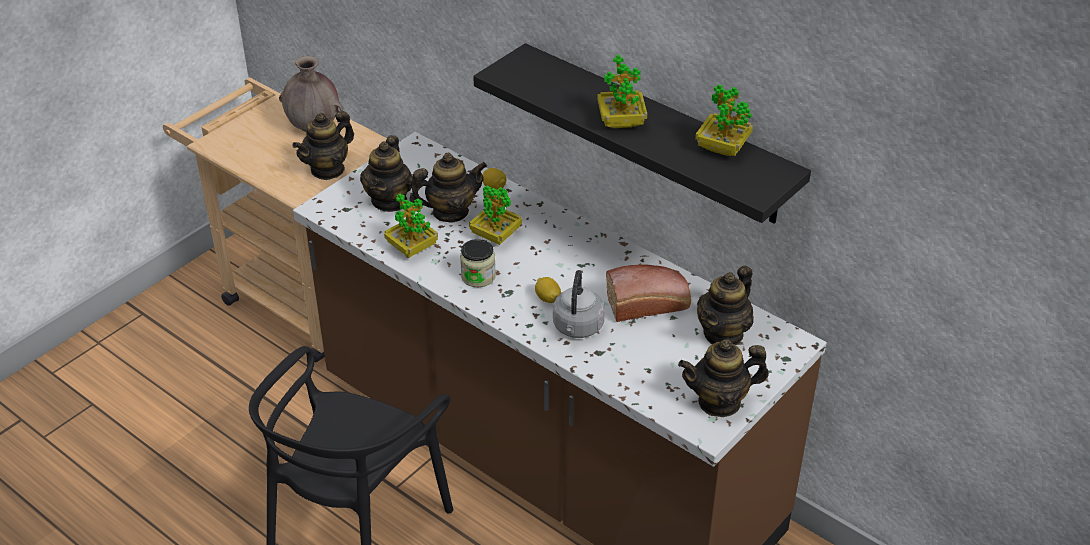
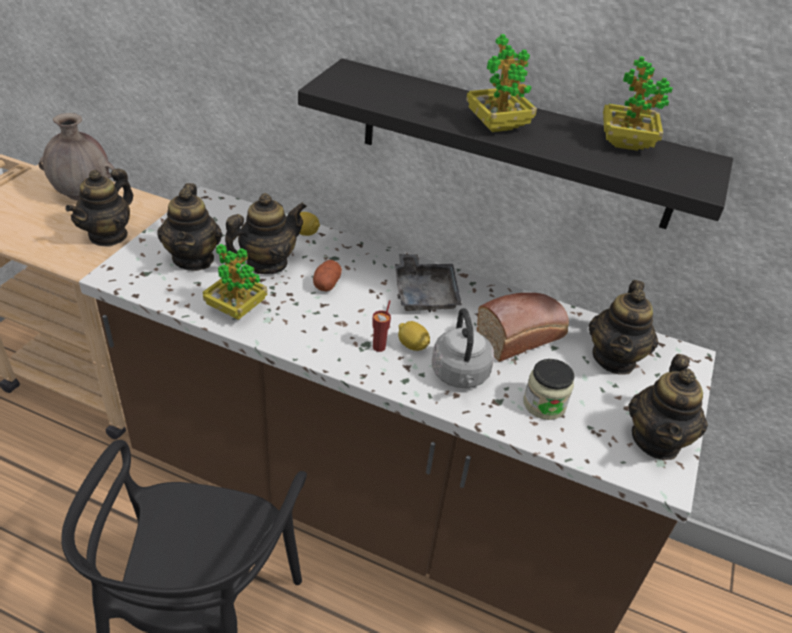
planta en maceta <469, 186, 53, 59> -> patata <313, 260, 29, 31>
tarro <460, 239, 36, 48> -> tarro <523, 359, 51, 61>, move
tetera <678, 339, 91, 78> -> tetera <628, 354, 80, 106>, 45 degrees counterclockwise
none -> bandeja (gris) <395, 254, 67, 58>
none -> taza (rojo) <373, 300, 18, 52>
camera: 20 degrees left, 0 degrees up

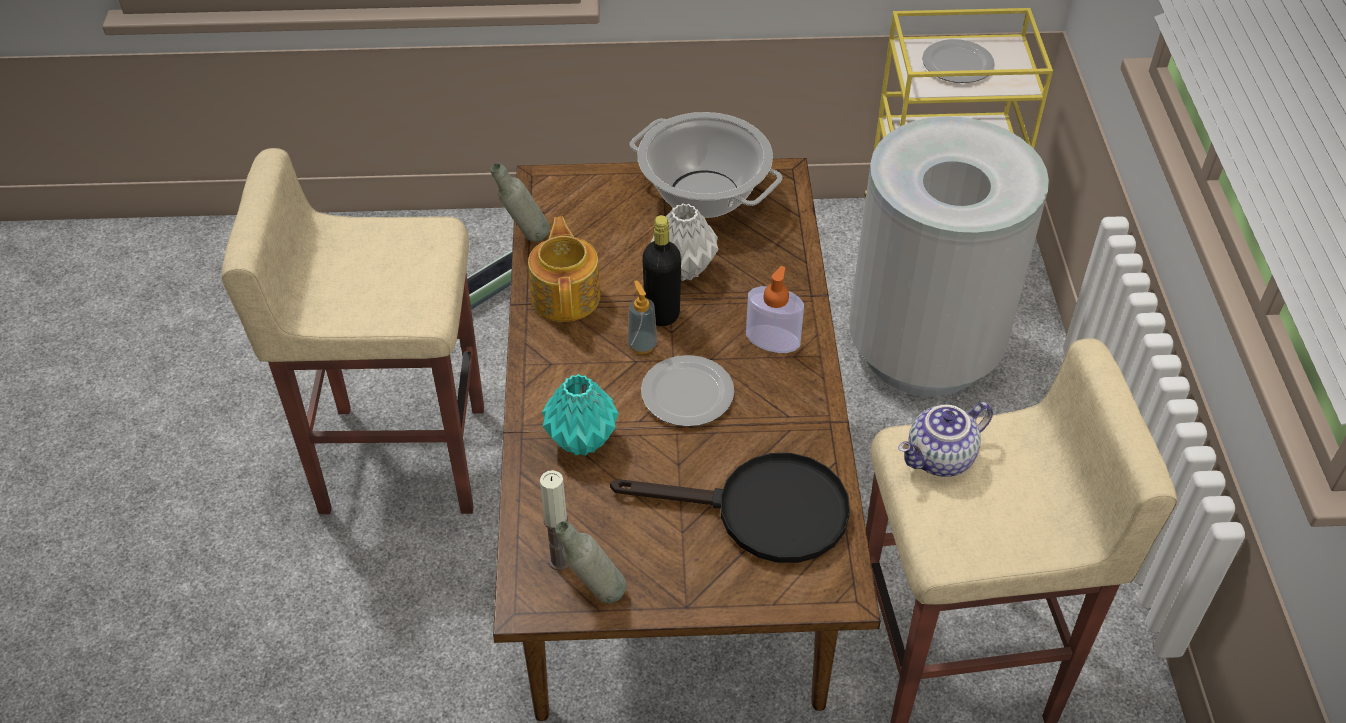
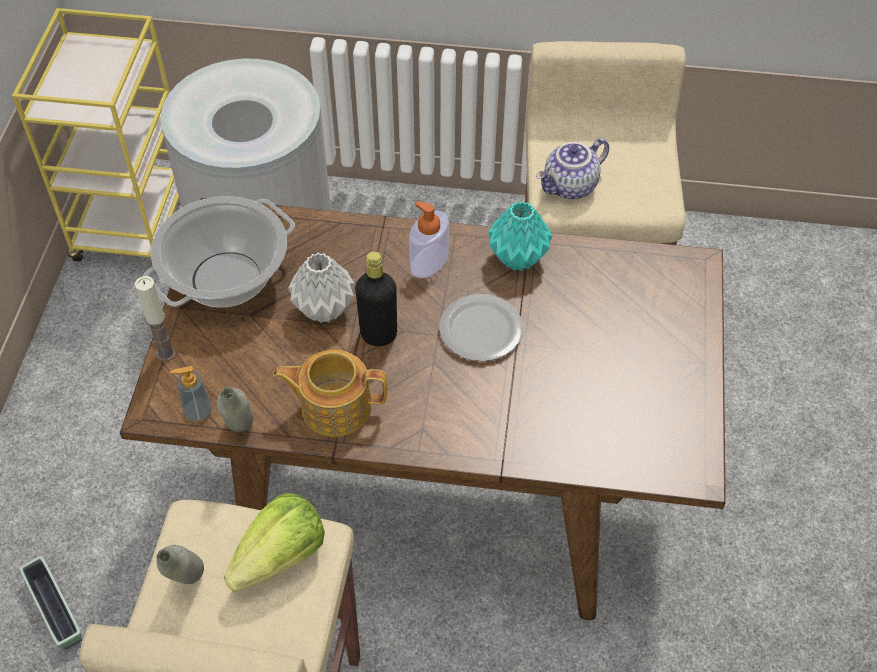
plato <922, 39, 73, 44> -> none
dispensador de jabón <627, 280, 30, 74> -> dispensador de jabón <170, 366, 43, 57>, move
florero (turquesa) <542, 374, 77, 82> -> florero (turquesa) <488, 201, 64, 70>, move
tetera <898, 402, 95, 75> -> tetera <536, 138, 73, 61>, 75 degrees clockwise
sartén (negro) <610, 453, 240, 110> -> none
vela <540, 470, 29, 100> -> vela <135, 276, 41, 86>, move
botella (gris) <555, 521, 71, 83> -> botella (gris) <156, 545, 48, 39>, move
none -> lechuga <224, 493, 101, 100>
camera: 80 degrees left, 5 degrees up

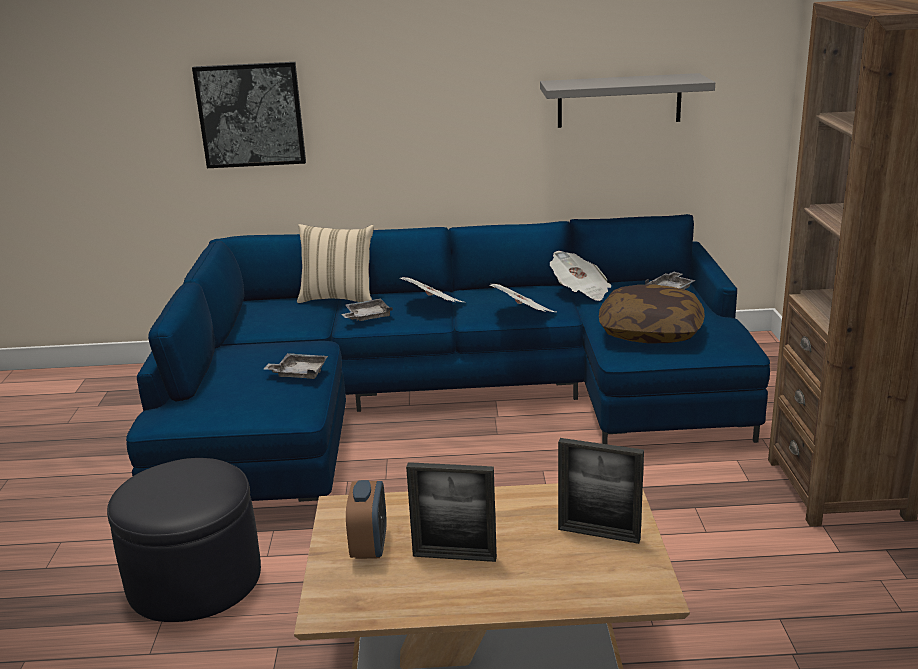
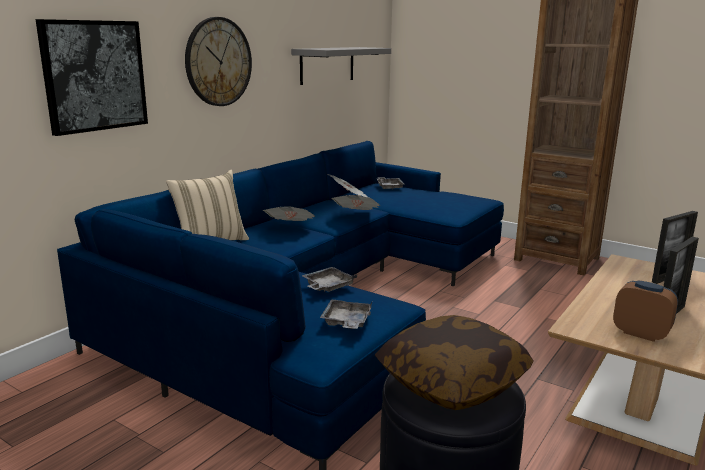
cojín <599, 285, 106, 59> -> cojín <375, 315, 159, 95>, move
bandeja (gris) <342, 299, 51, 22> -> bandeja (gris) <320, 299, 52, 30>, move
none -> reloj de pared <185, 17, 67, 89>
camera: 55 degrees left, 5 degrees down

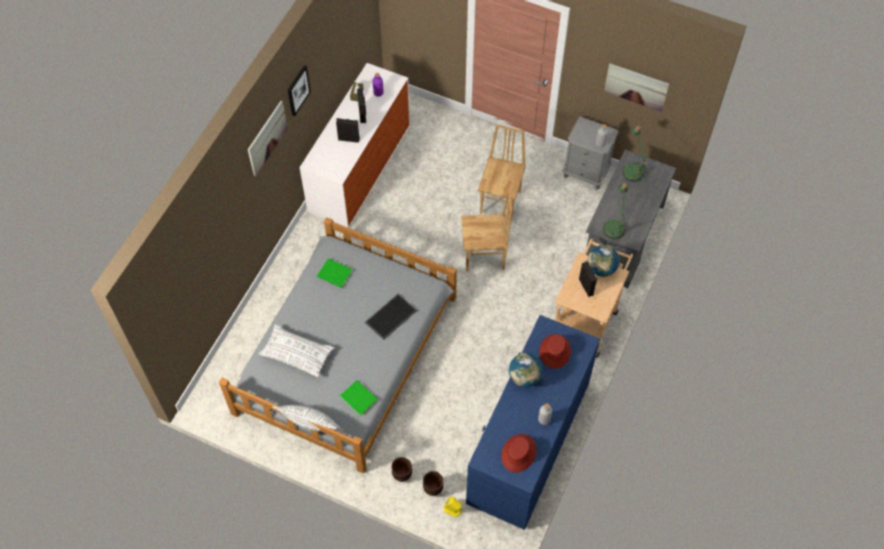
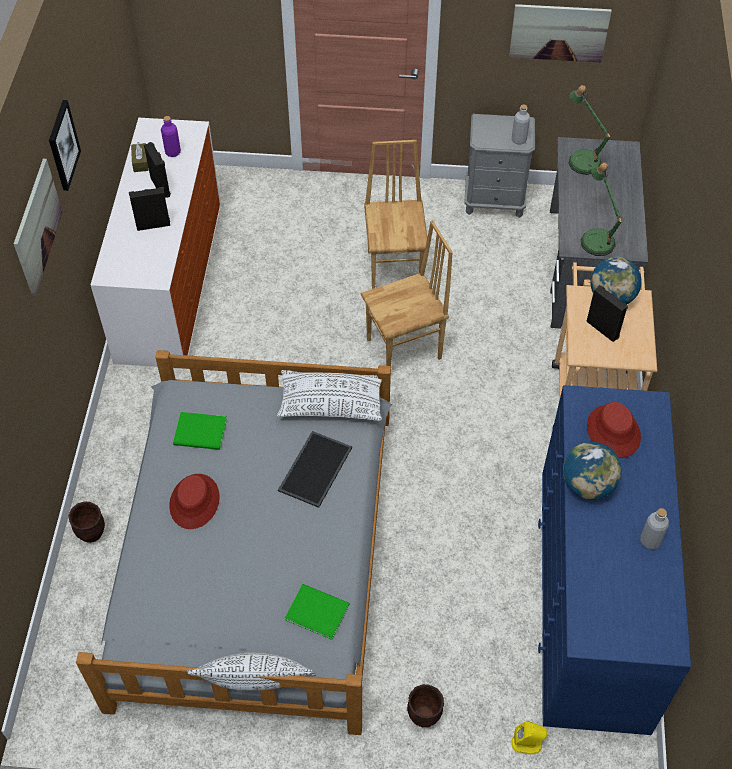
cojín (blanco) <259, 325, 75, 53> -> cojín (blanco) <277, 370, 105, 51>, move
sombrero (rojo) <501, 434, 35, 38> -> sombrero (rojo) <169, 474, 51, 55>, move
maceta (marrón) <423, 471, 21, 25> -> maceta (marrón) <68, 501, 37, 42>, move
camera: 20 degrees left, 5 degrees down

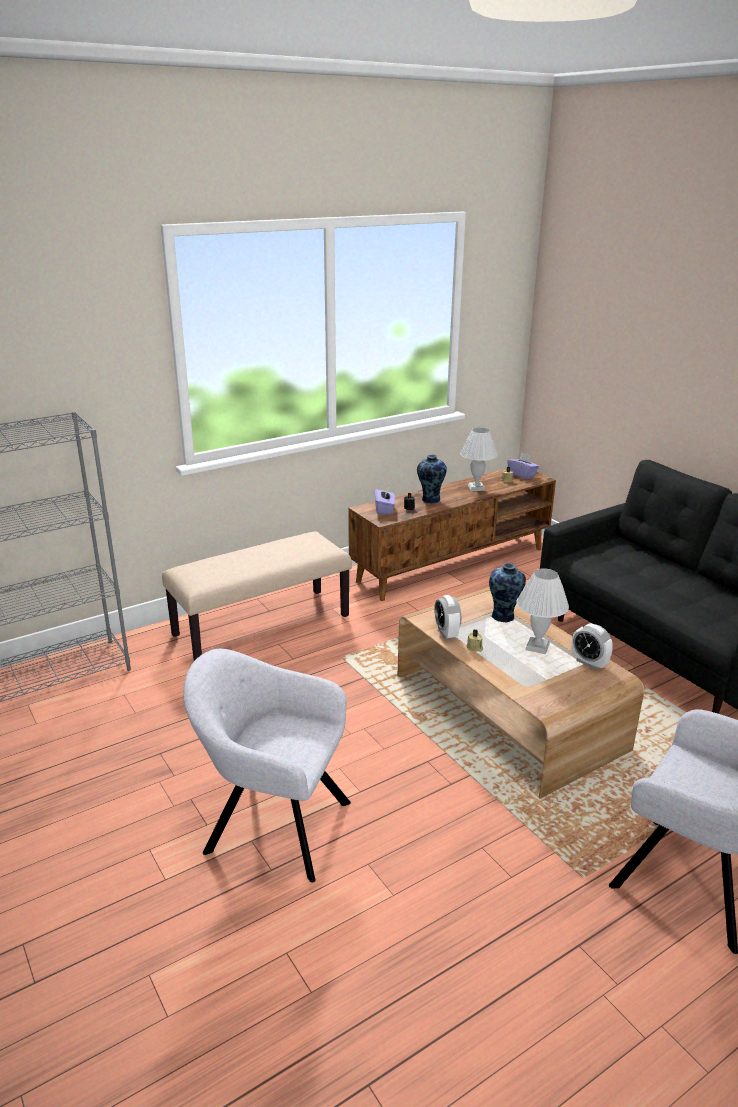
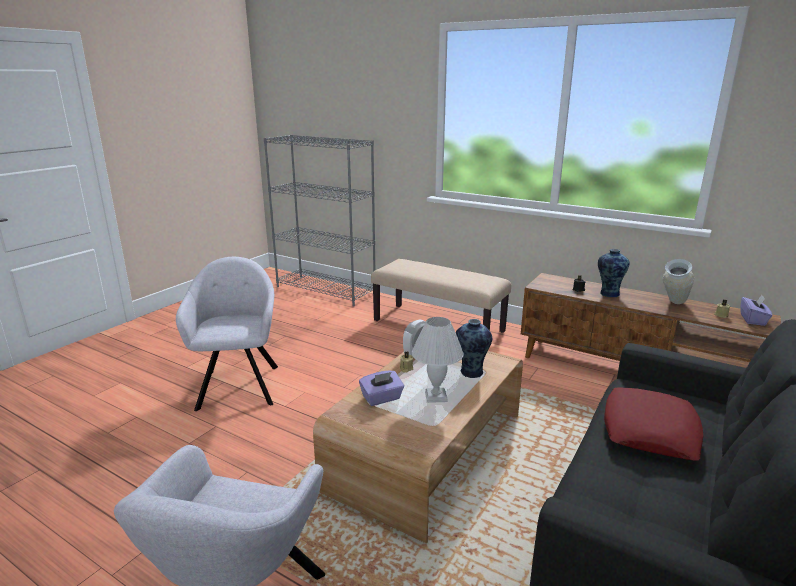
lámpara de mesa (blanco) <460, 428, 38, 63> -> florero <663, 259, 32, 45>
caja de pañuelos (morado) <375, 488, 20, 27> -> caja de pañuelos (morado) <359, 370, 45, 36>, move
despertador <571, 624, 42, 46> -> none
none -> cojín (rojo) <604, 387, 99, 74>
camera: 65 degrees right, 5 degrees down

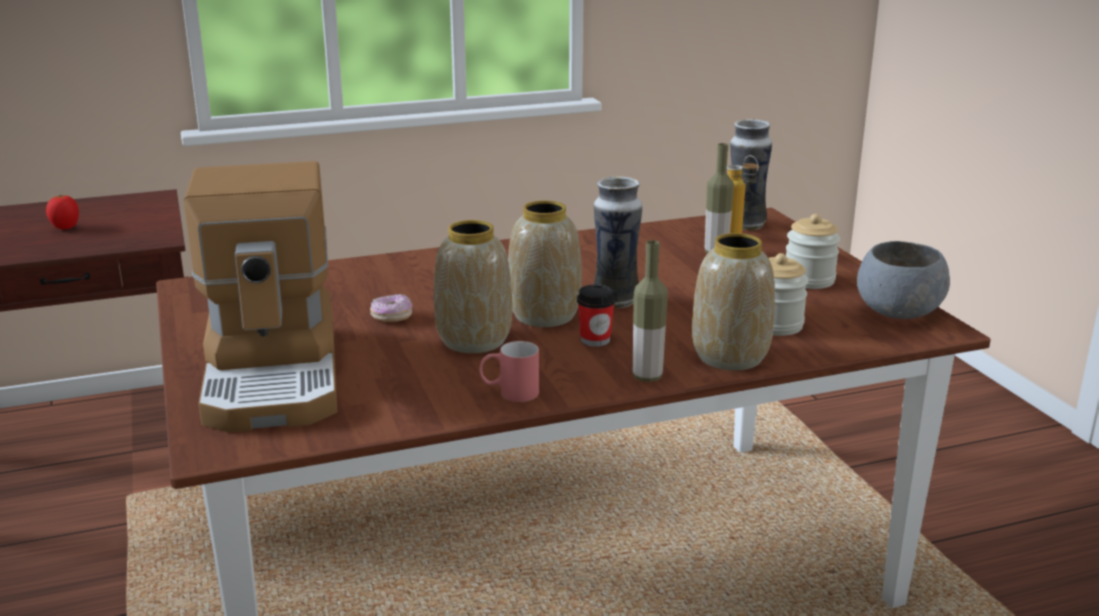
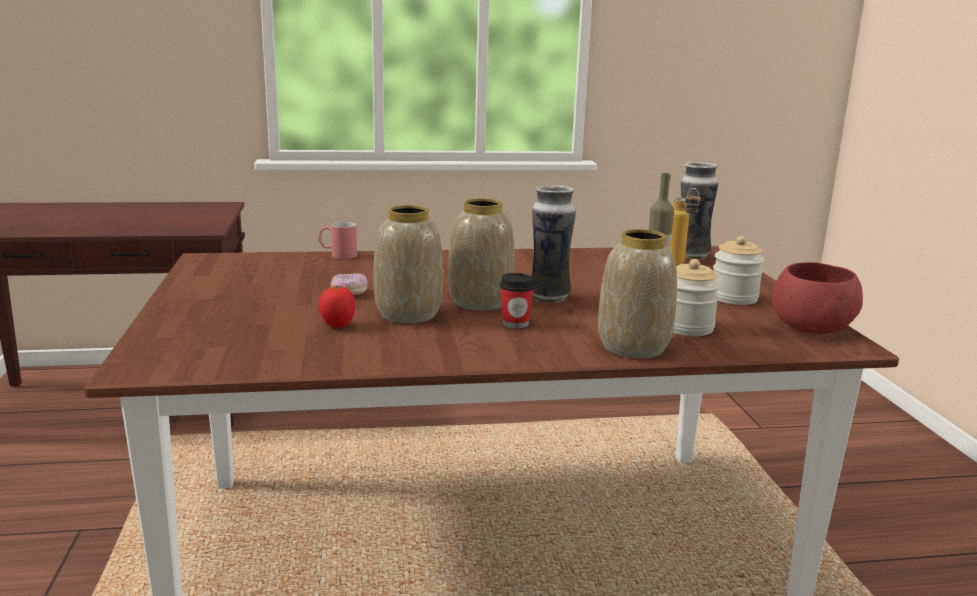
cafetera <184, 161, 153, 272> -> none
tomate <46, 194, 33, 35> -> tomate <319, 285, 36, 42>, move
botella <633, 240, 35, 142> -> none
cuenco (gris) <857, 241, 93, 78> -> cuenco (rojo) <772, 262, 91, 72>
taza grande (rojo) <479, 341, 60, 61> -> taza grande (rojo) <318, 222, 39, 37>, move
camera: 10 degrees right, 5 degrees down

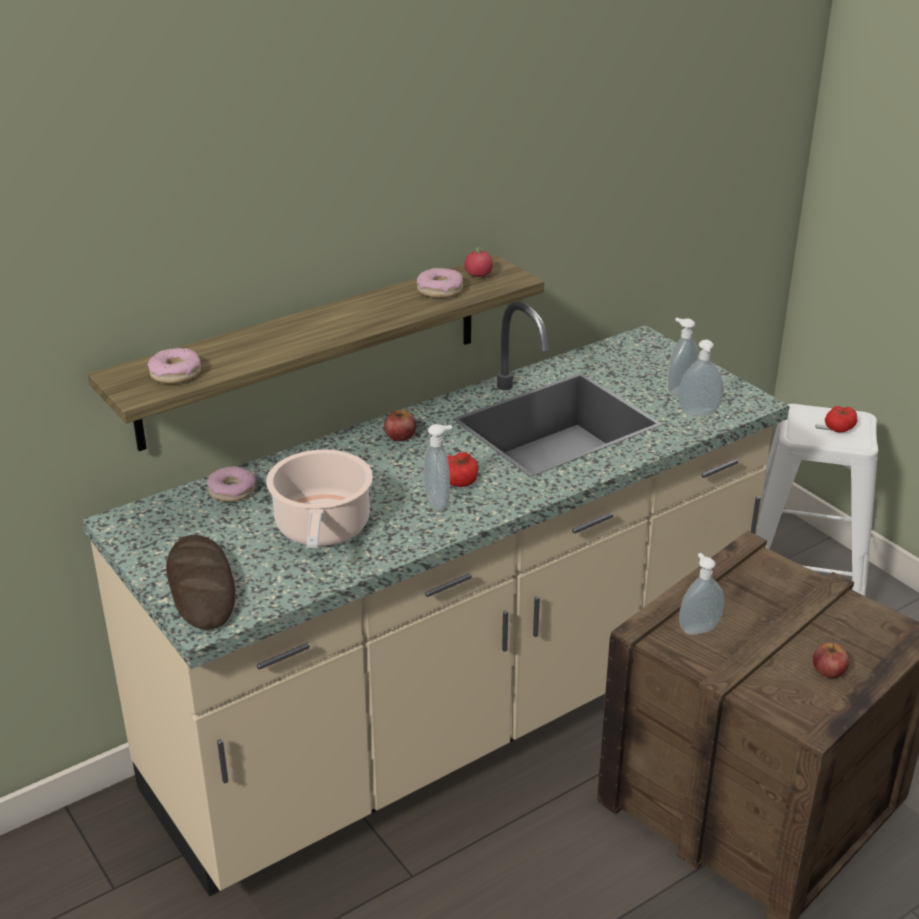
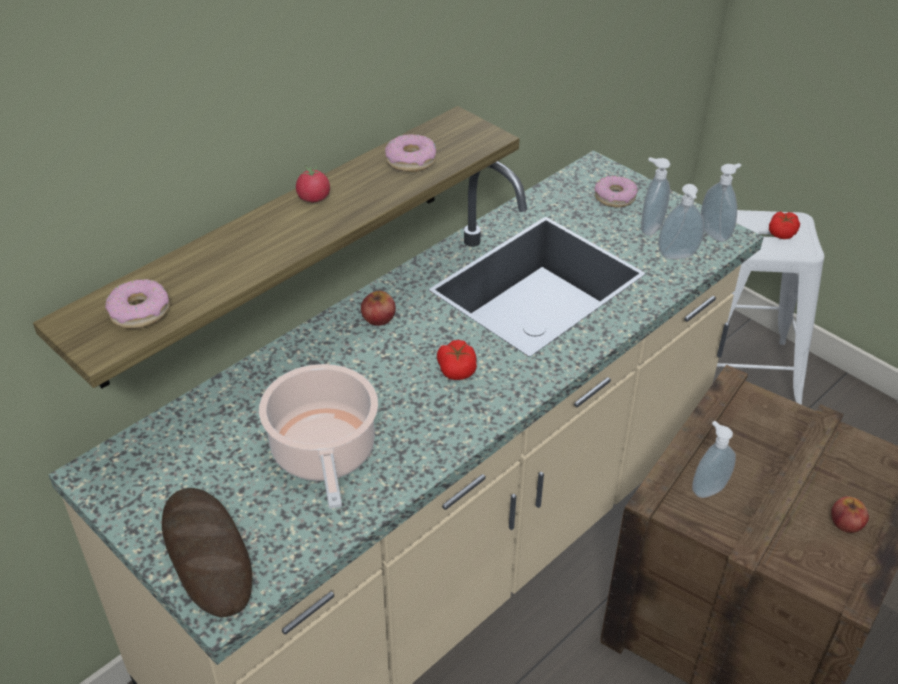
tomate <464, 245, 29, 32> -> tomate <296, 165, 34, 37>, move
dispensador de jabón <424, 424, 28, 87> -> dispensador de jabón <701, 163, 40, 79>, move
rosquilla <207, 466, 49, 36> -> rosquilla <594, 175, 44, 32>, move
camera: 10 degrees left, 10 degrees up

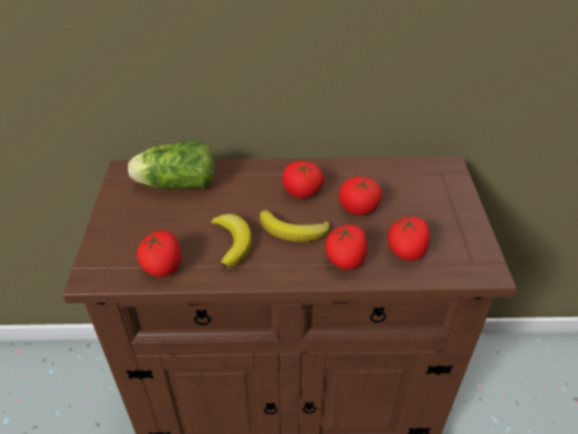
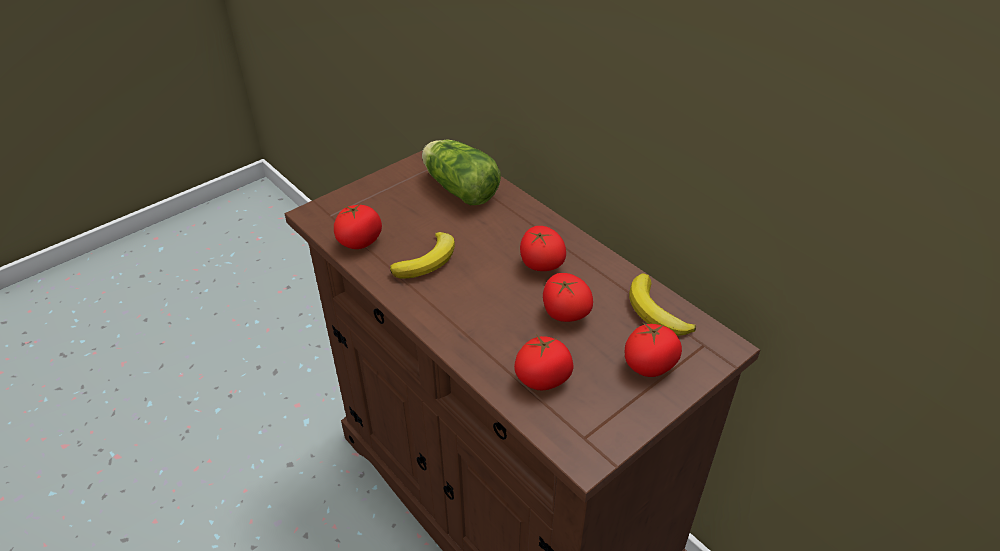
plátano <260, 210, 70, 32> -> plátano <629, 273, 67, 63>, move
tomate <325, 224, 42, 46> -> tomate <625, 322, 57, 55>, move
camera: 50 degrees right, 0 degrees up

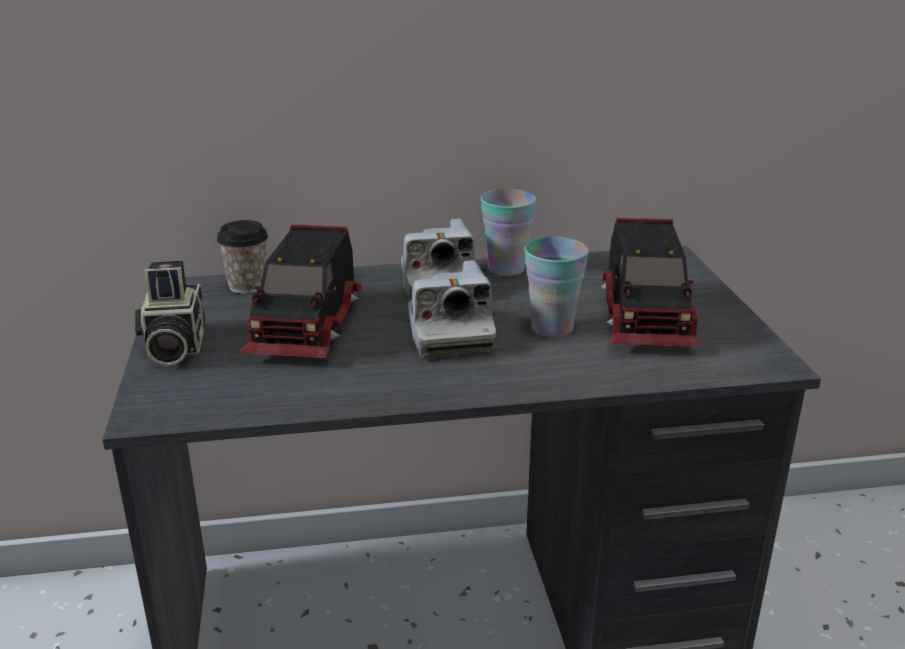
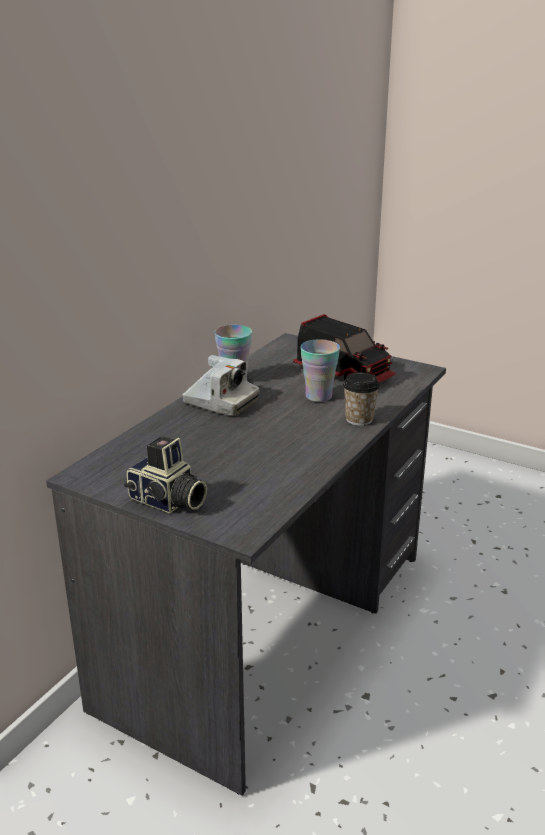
taza <217, 220, 51, 74> -> taza <343, 372, 37, 54>, move
camión de juguete <239, 224, 123, 134> -> none
cámara <408, 260, 88, 98> -> none
camera: 50 degrees left, 0 degrees up

